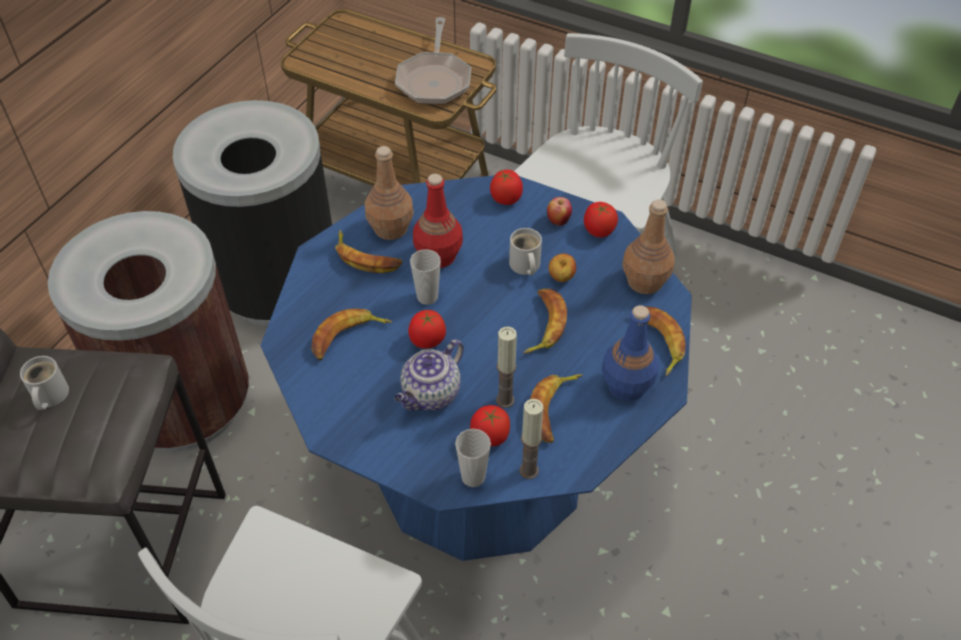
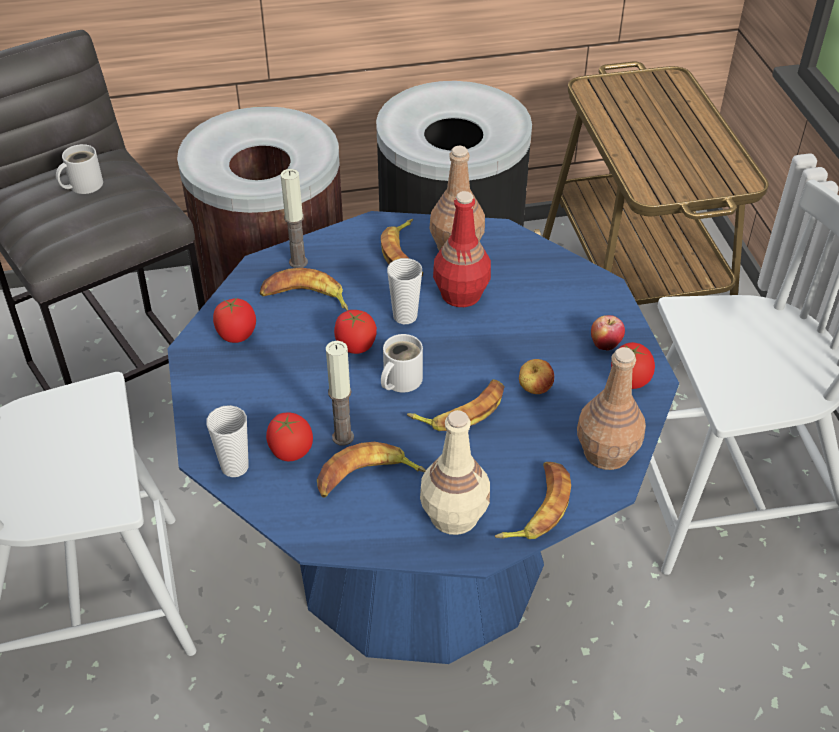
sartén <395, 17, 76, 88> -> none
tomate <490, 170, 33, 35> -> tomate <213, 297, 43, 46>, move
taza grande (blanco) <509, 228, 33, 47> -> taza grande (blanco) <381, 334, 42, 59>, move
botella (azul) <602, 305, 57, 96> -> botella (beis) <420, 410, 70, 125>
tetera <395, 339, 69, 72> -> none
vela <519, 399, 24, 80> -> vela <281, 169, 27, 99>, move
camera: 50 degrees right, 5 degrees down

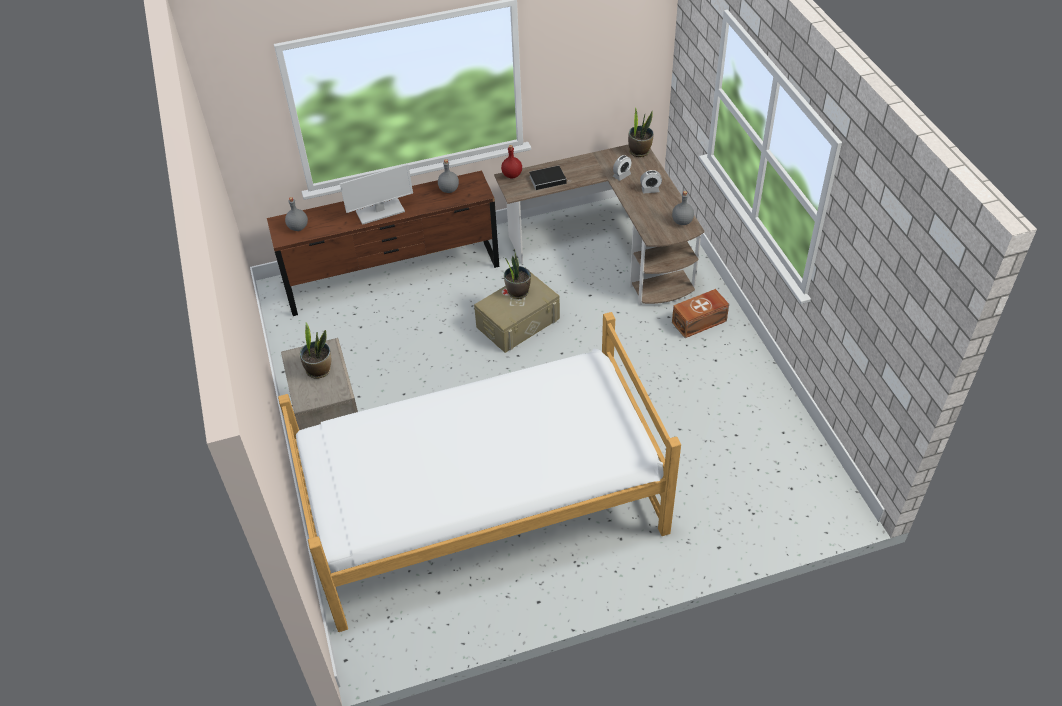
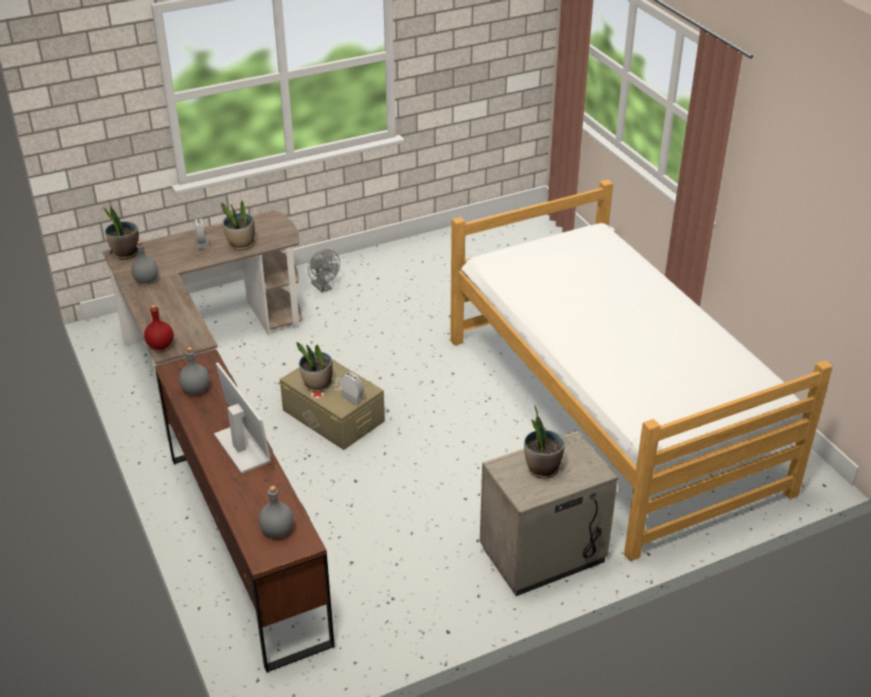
despertador <613, 155, 19, 26> -> despertador <340, 372, 25, 33>, move
libro <529, 166, 43, 24> -> none
botella (gris) <672, 191, 22, 34> -> botella (gris) <131, 241, 27, 43>, move
caja de almacenaje (marrón) <672, 289, 57, 49> -> ventilador (gris) <308, 249, 32, 44>
none -> planta en maceta <221, 200, 34, 50>
camera: 100 degrees left, 10 degrees down

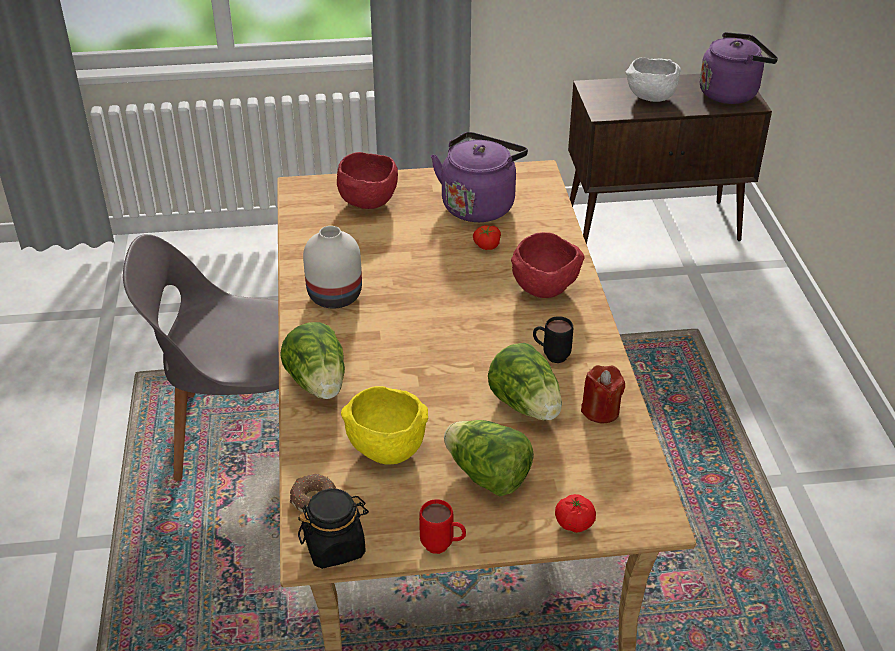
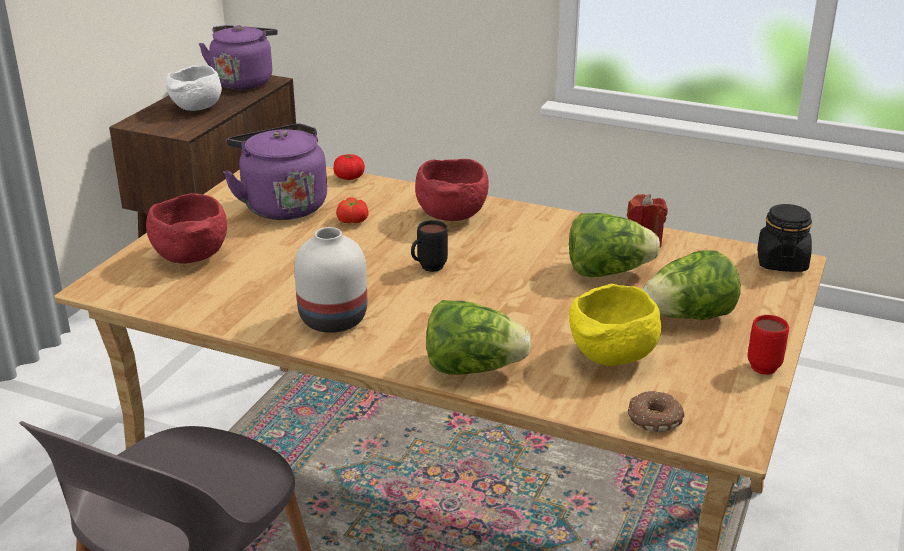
taza grande (negro) <533, 316, 40, 47> -> taza grande (negro) <411, 220, 37, 52>, move
tarro (negro) <298, 488, 71, 81> -> tarro (negro) <757, 204, 55, 68>, move
tomate <555, 494, 41, 39> -> tomate <334, 154, 31, 26>, move
camera: 60 degrees left, 10 degrees down

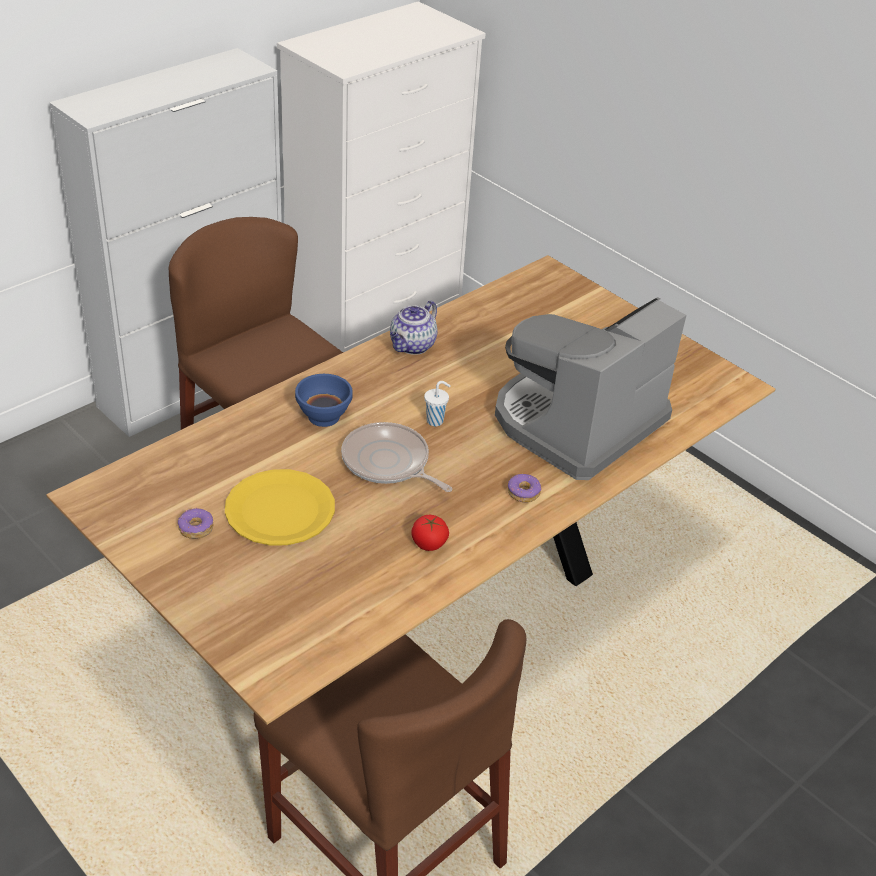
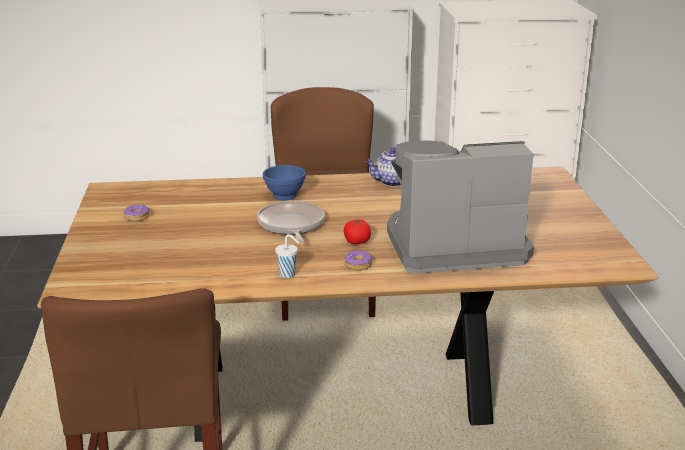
taza (blanco) <424, 381, 27, 45> -> taza (blanco) <275, 234, 25, 44>, move
plato (amarillo) <225, 469, 110, 76> -> none
tomate <411, 515, 38, 36> -> tomate <344, 219, 27, 25>, move
camera: 40 degrees right, 15 degrees down

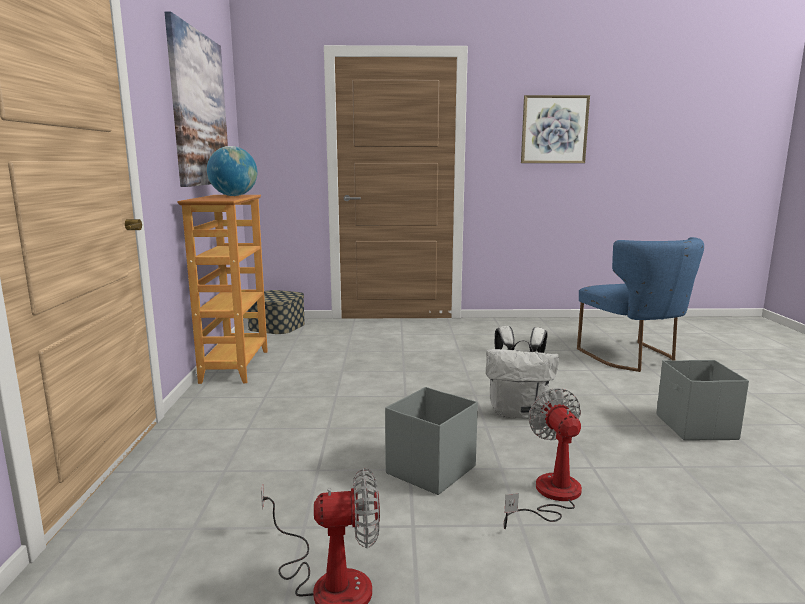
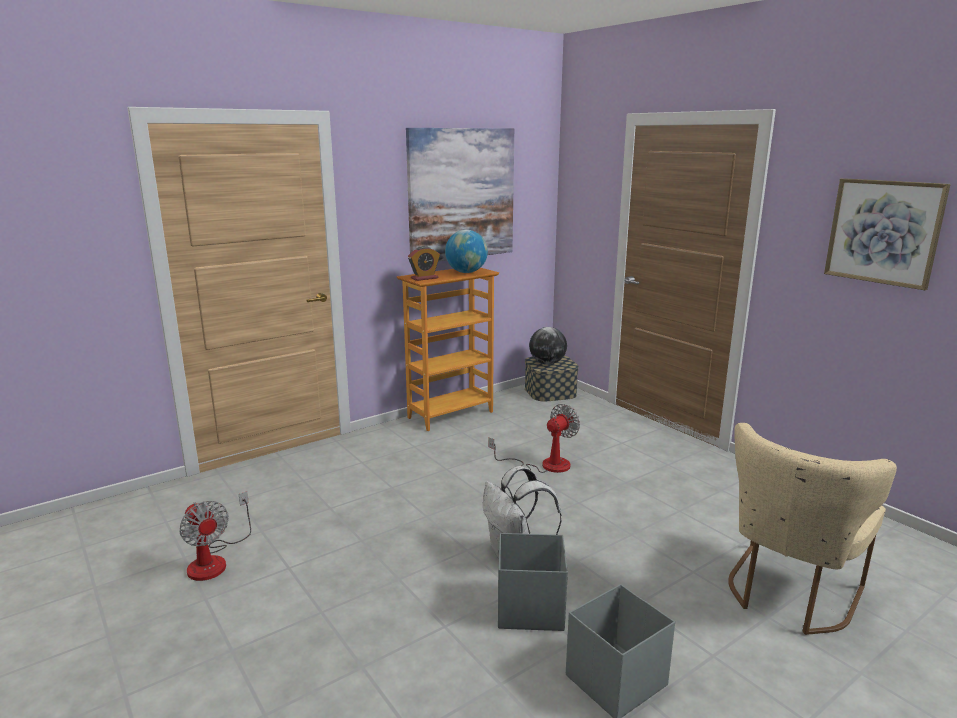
silla (azul) <577, 237, 127, 135> -> silla (beis) <728, 423, 169, 212>
caja de almacenaje (gris) <385, 387, 93, 108> -> caja de almacenaje (gris) <498, 533, 70, 98>, move
ventilador <504, 388, 78, 141> -> ventilador <488, 404, 92, 69>, move
none -> despertador <408, 246, 32, 35>
none -> globo terráqueo <529, 327, 38, 38>
camera: 55 degrees right, 5 degrees up

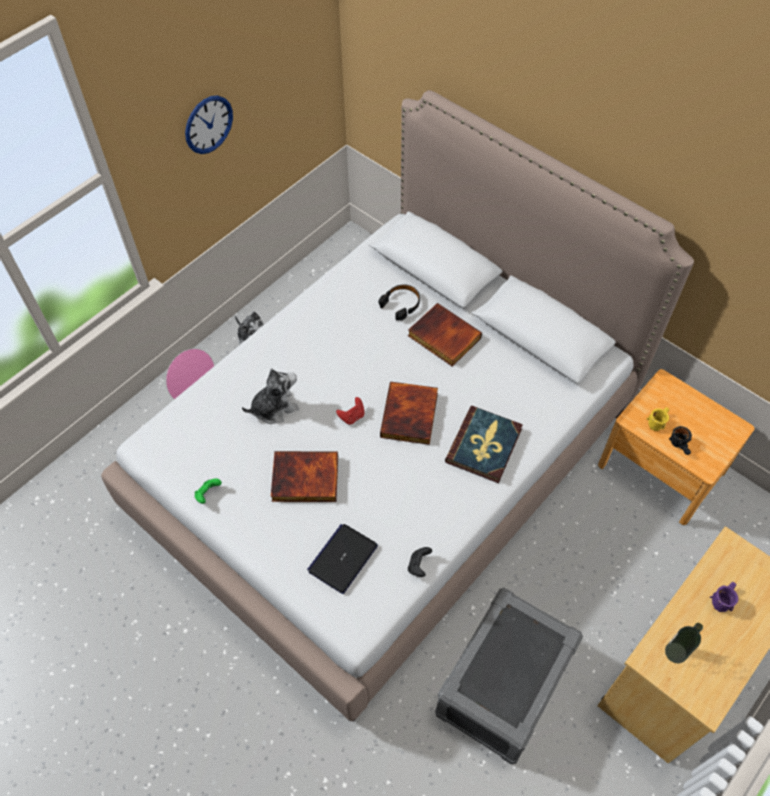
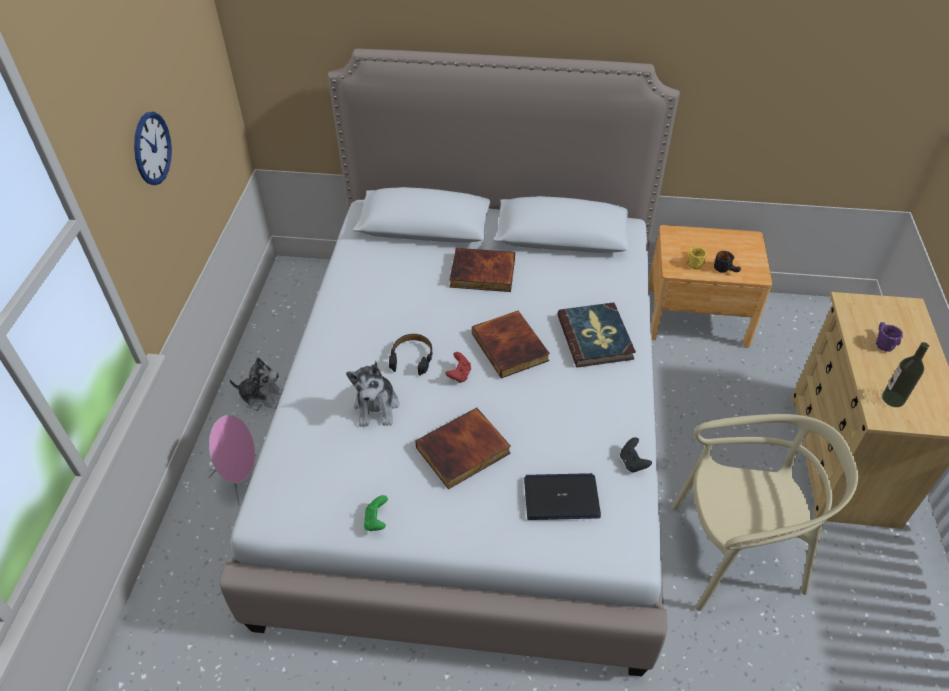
auriculares (negro) <379, 284, 41, 37> -> auriculares (negro) <389, 334, 44, 42>, move
peluche <242, 368, 57, 56> -> peluche <346, 361, 53, 66>, 150 degrees clockwise
portátil <307, 524, 71, 70> -> portátil <524, 473, 77, 47>, 90 degrees clockwise
caja de almacenaje (gris) <435, 588, 148, 177> -> silla (beis) <671, 414, 187, 197>
camera: 35 degrees left, 10 degrees down

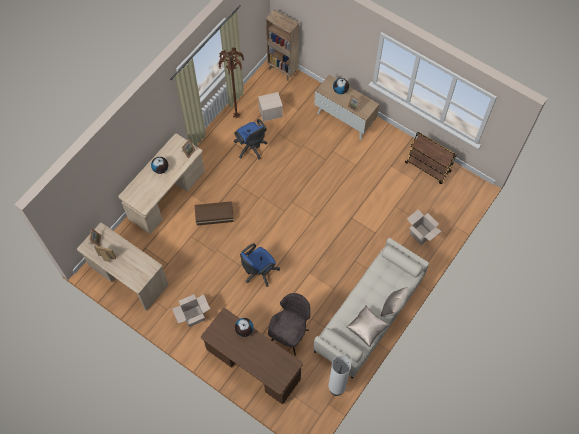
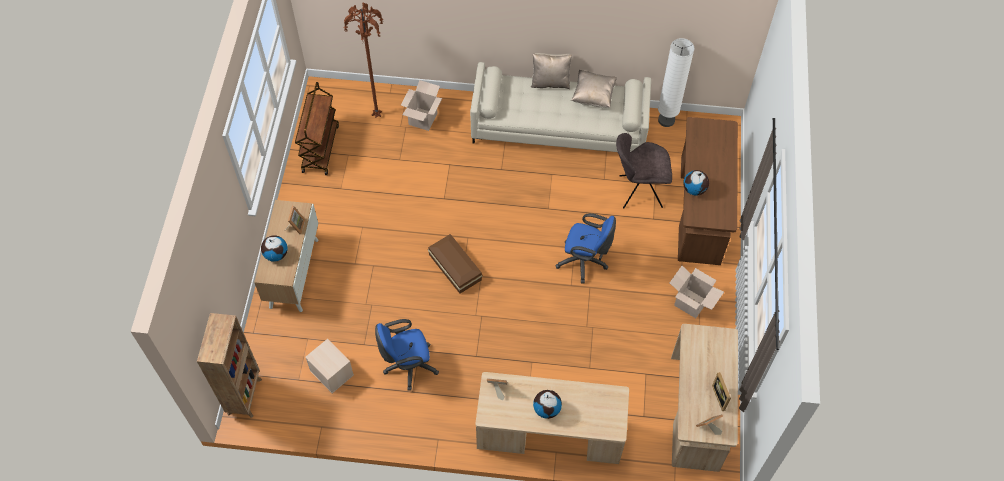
lámpara de pie (marrón) <218, 47, 26, 72> -> lámpara de pie (marrón) <343, 3, 41, 115>, move
silla de oficina (azul) <234, 119, 33, 40> -> silla de oficina (azul) <375, 319, 64, 72>, 135 degrees counterclockwise
caja de almacenaje (marrón) <195, 201, 39, 25> -> caja de almacenaje (marrón) <428, 234, 55, 60>, move
camera: 120 degrees left, 5 degrees down

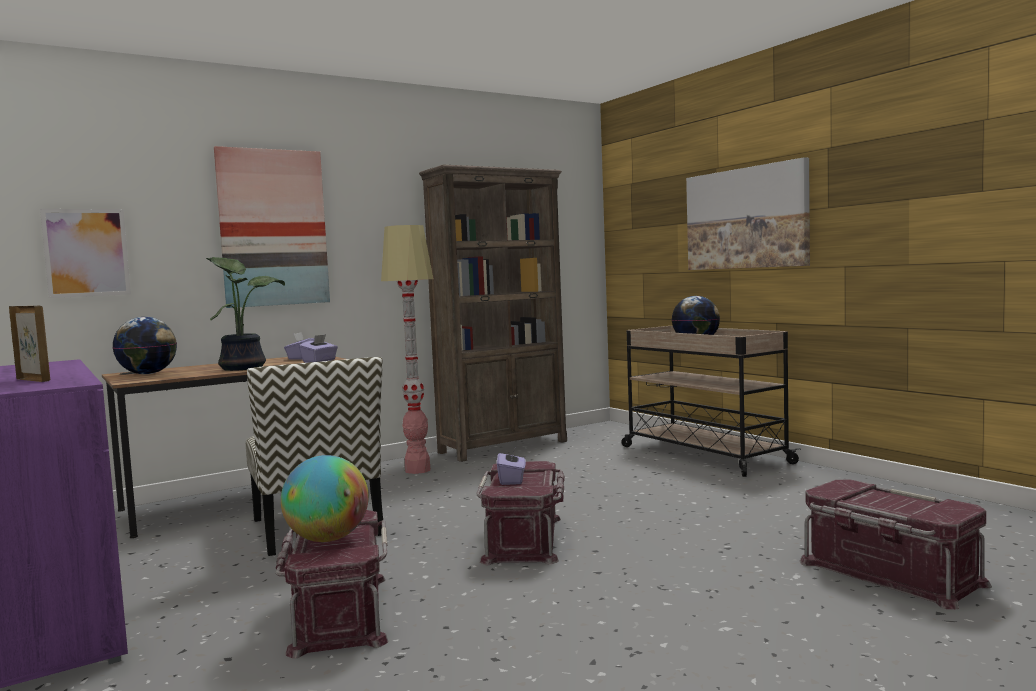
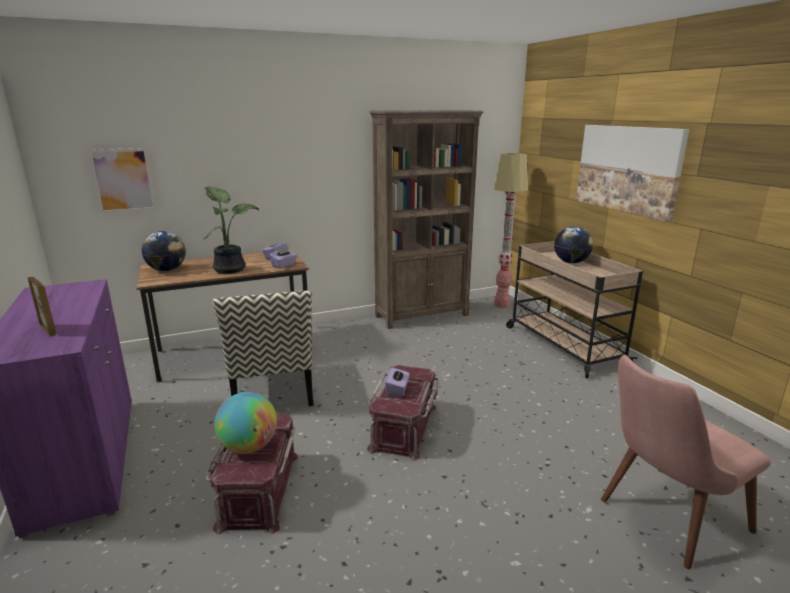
cuadro <214, 146, 116, 162> -> none
lámpara de pie <381, 225, 53, 249> -> lámpara de pie <494, 153, 34, 155>, move
caja de almacenaje (rojo) <800, 480, 192, 129> -> silla (rosa) <601, 355, 170, 214>
camera: 10 degrees right, 15 degrees up

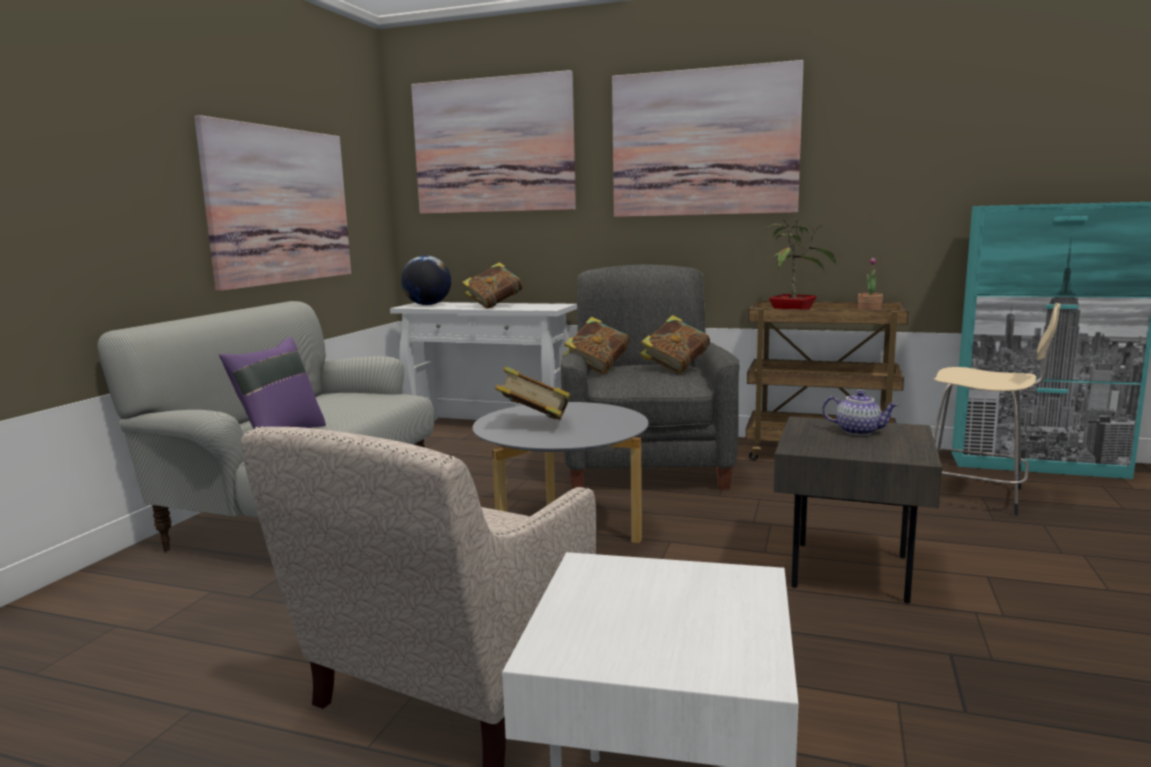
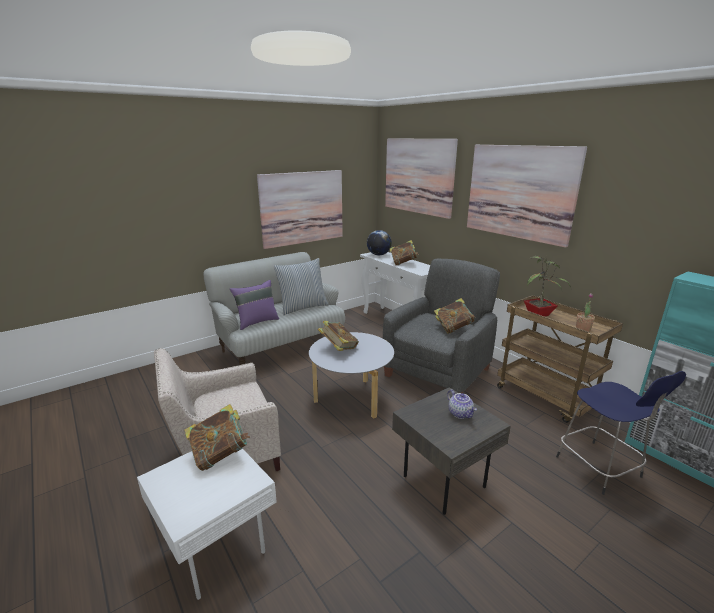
taburete (beis) <933, 303, 128, 213> -> taburete (azul) <556, 371, 130, 124>
libro <563, 317, 67, 57> -> libro <184, 404, 66, 67>, move
none -> cojín <273, 258, 56, 57>
camera: 35 degrees right, 10 degrees up

